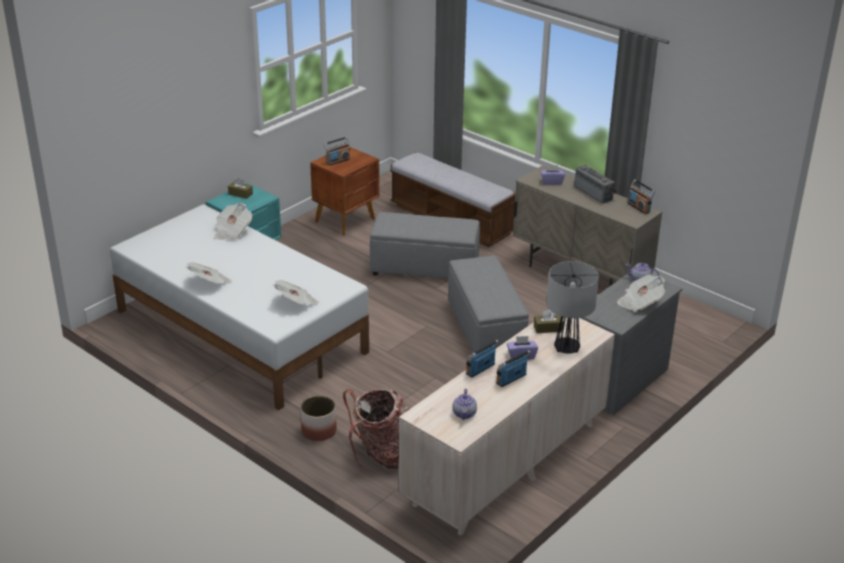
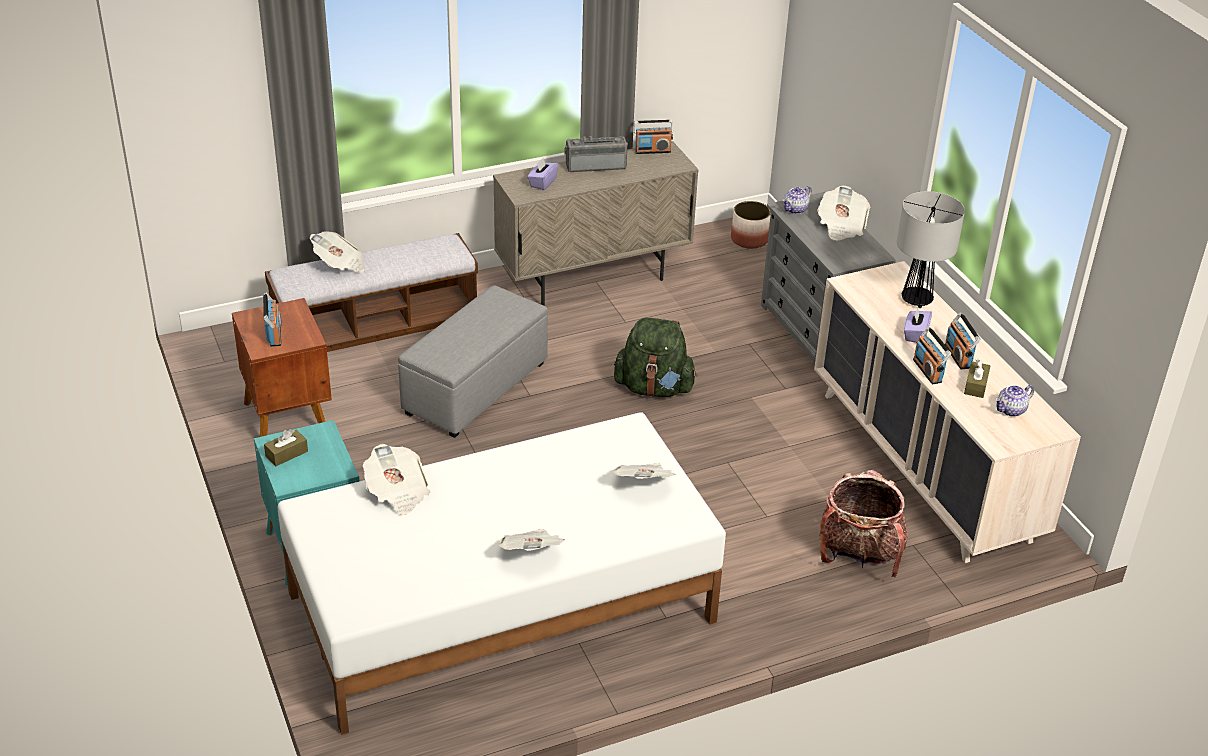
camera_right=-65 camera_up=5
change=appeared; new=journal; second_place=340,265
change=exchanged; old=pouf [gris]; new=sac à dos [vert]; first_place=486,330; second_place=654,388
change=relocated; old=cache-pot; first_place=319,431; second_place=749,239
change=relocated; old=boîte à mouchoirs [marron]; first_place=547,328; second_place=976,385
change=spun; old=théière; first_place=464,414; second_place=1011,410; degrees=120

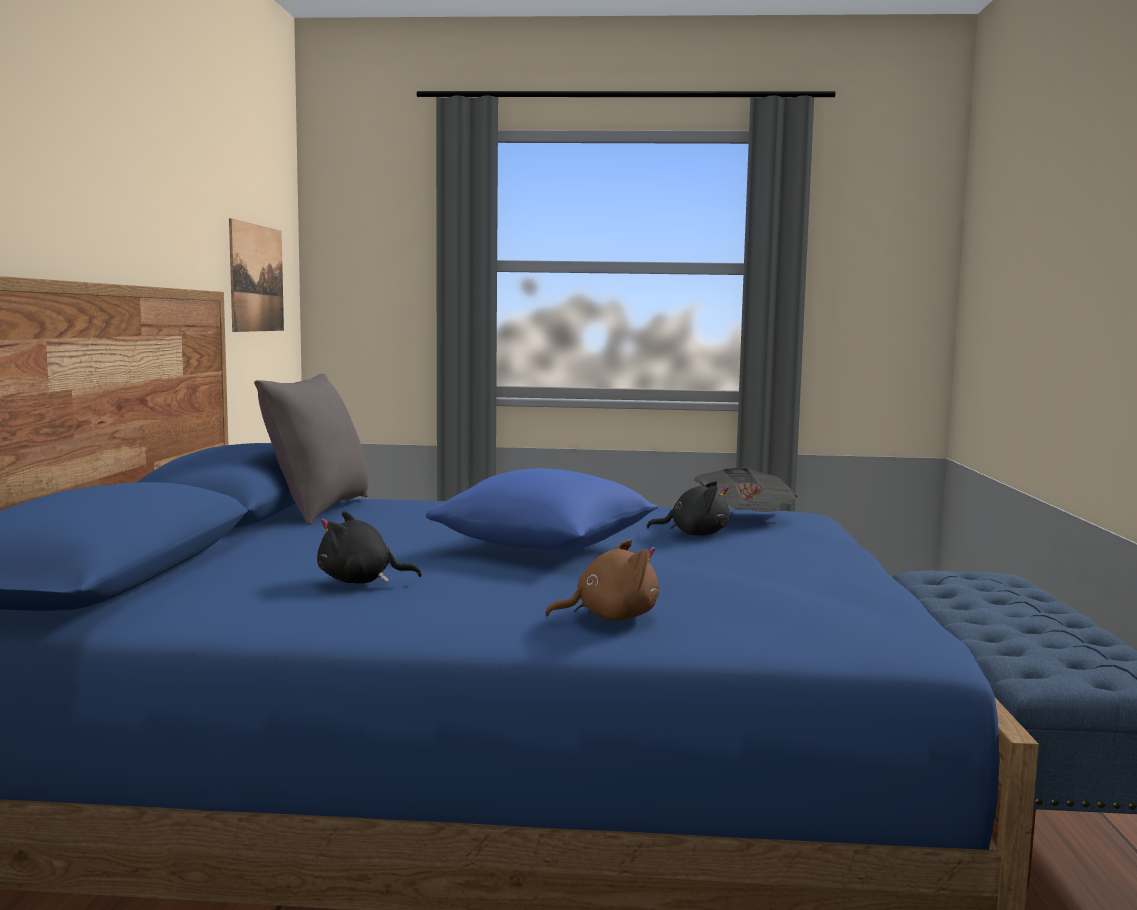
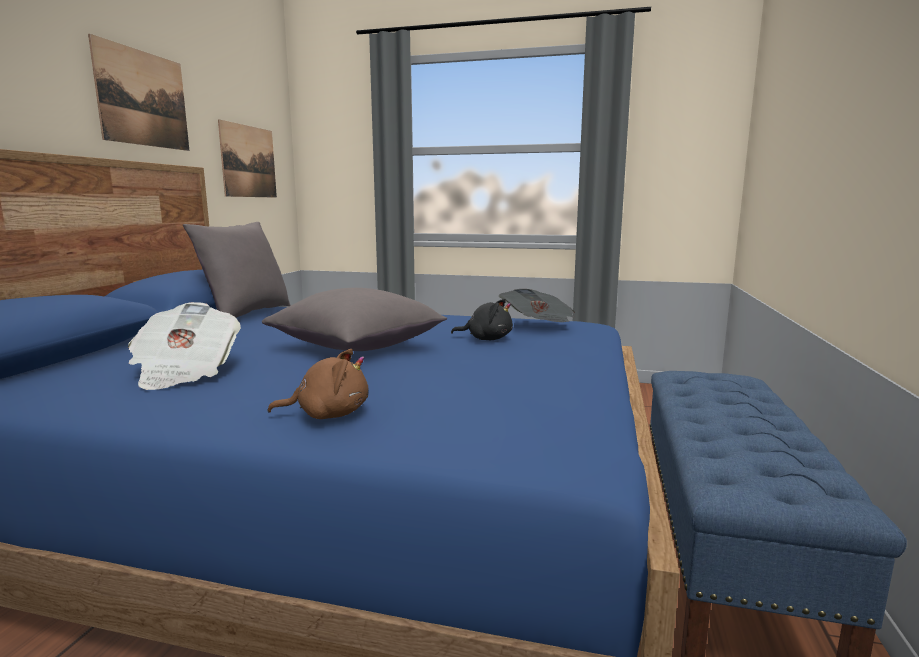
camera_right=10 camera_up=5
change=appeared; new=tableau; second_place=143,98
change=exchanged; old=peluche [noir]; new=journal; first_place=360,581; second_place=185,372
change=colour; old=coussin [bleu]; new=coussin [gris]; first_place=546,548; second_place=358,348

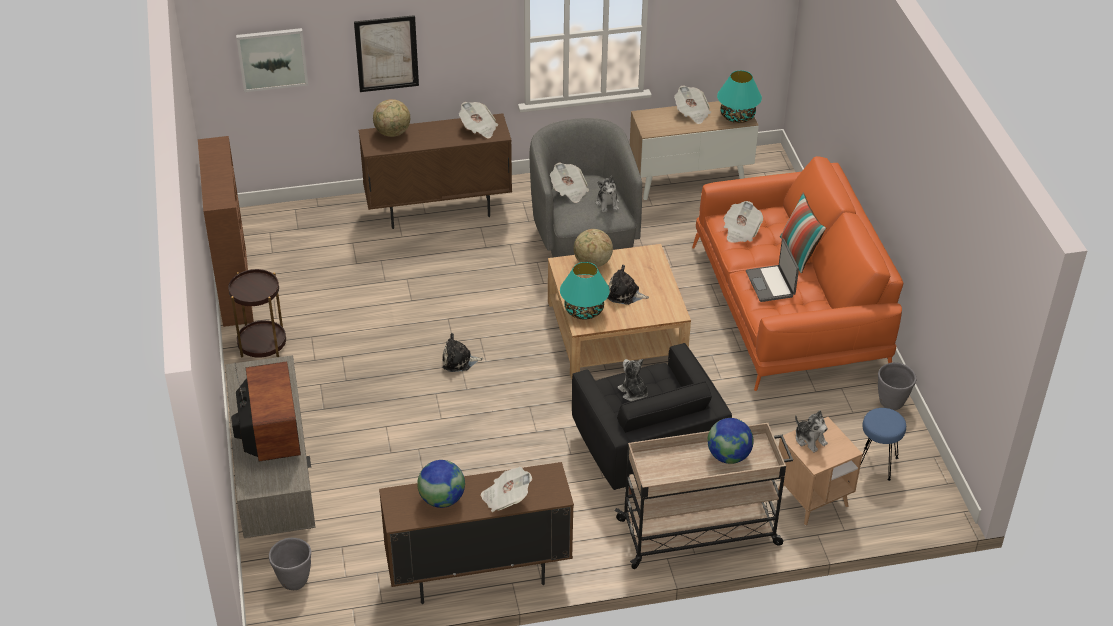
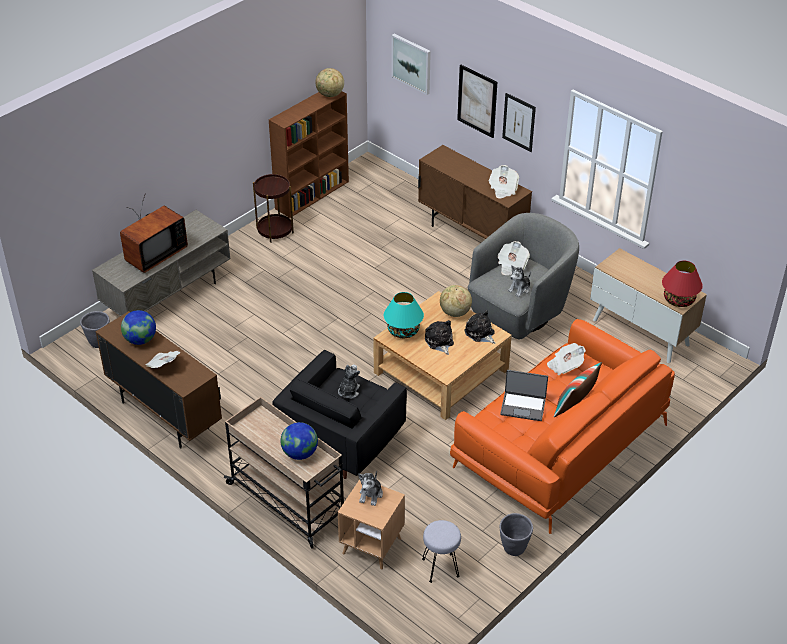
camera_right=55 camera_up=0
change=relocated; old=globe; first_place=392,133; second_place=330,95
change=colour; old=tabouret [bleu]; new=tabouret [gris]; first_place=876,464; second_place=440,567
change=relocated; old=peluche; first_place=459,361; second_place=480,333
change=spun; old=ordinateur portable; first_place=771,284; second_place=523,406; degrees=-120
change=appeared; new=tableau; second_place=519,122
change=colour; old=lampe de table [turquoise]; new=lampe de table [rouge]; first_place=737,116; second_place=679,300
change=missing; old=journal; first_place=692,113

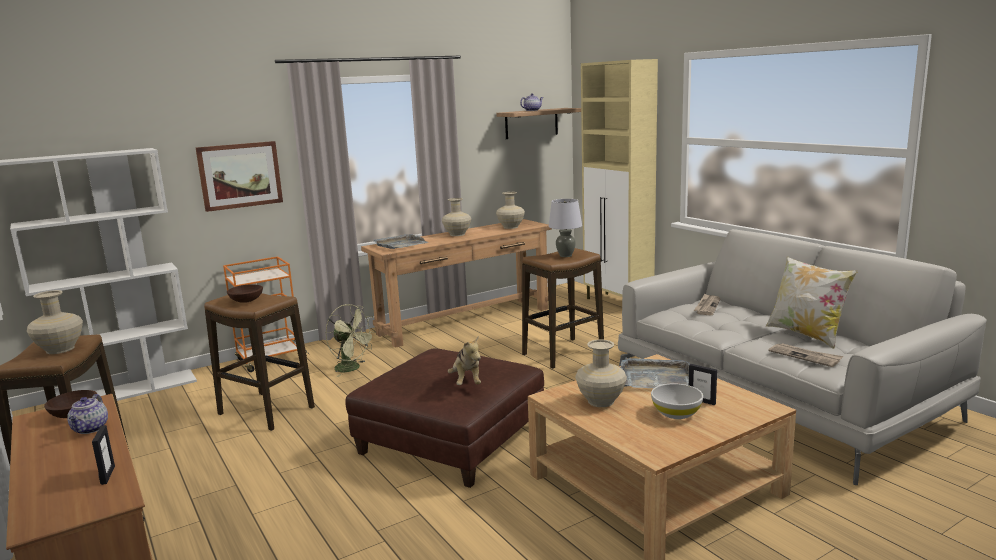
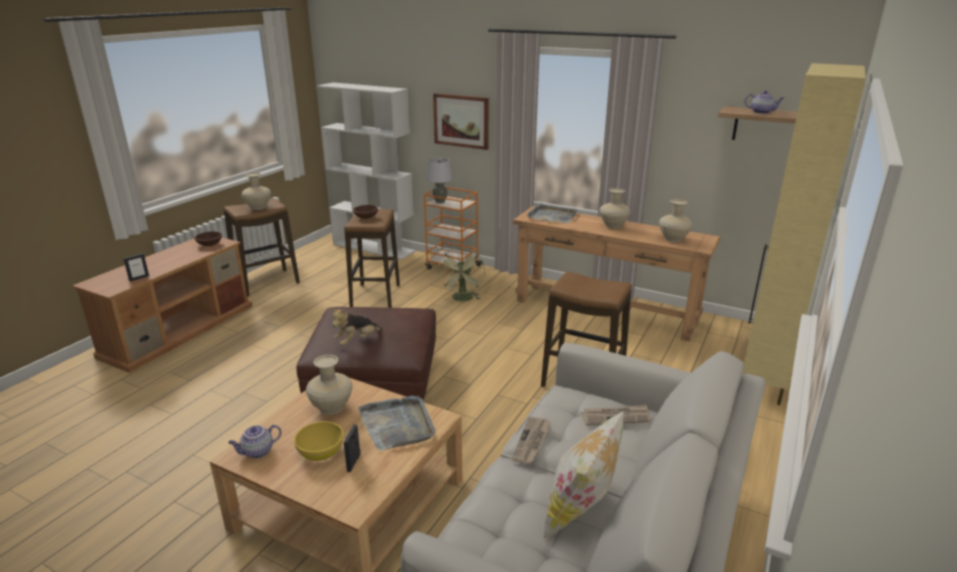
camera_right=60 camera_up=10
change=relocated; old=théière; first_place=90,429; second_place=257,452
change=colour; old=bol [blanc]; new=bol [jaune]; first_place=676,413; second_place=320,452
change=relocated; old=lampe de table [gris]; first_place=566,255; second_place=440,201
change=relocated; old=journal; first_place=805,356; second_place=532,442

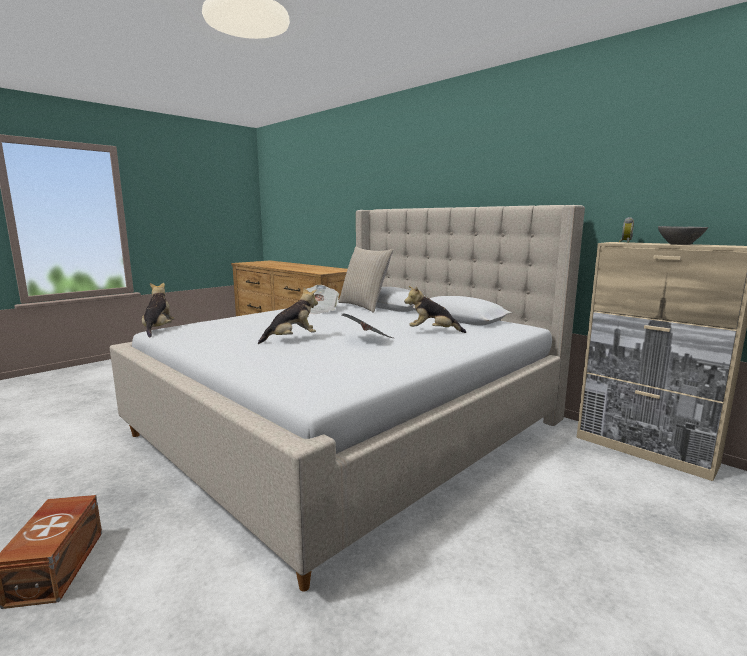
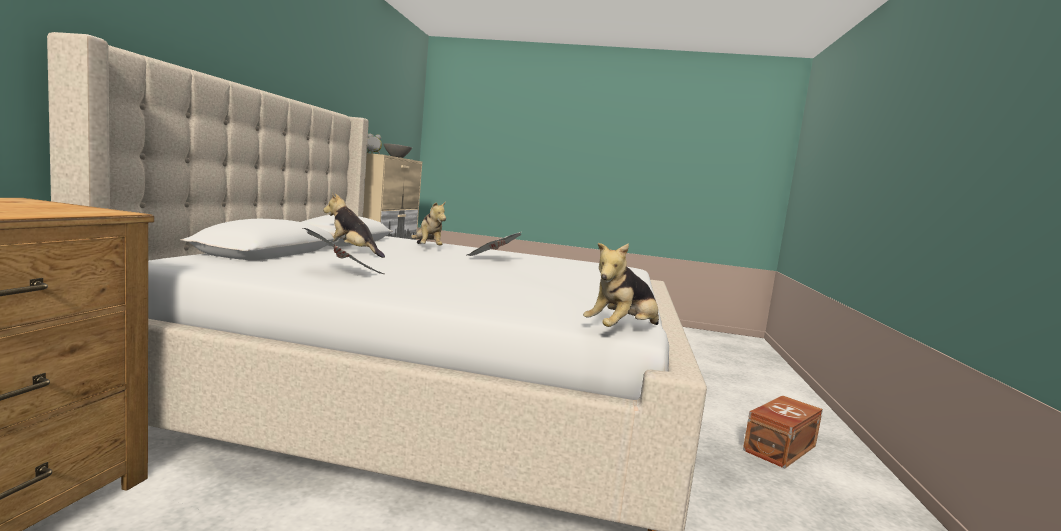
camera_right=-125 camera_up=-5
change=relocated; old=peluche; first_place=292,339; second_place=352,252
change=missing; old=coussin [beige]; first_place=364,306

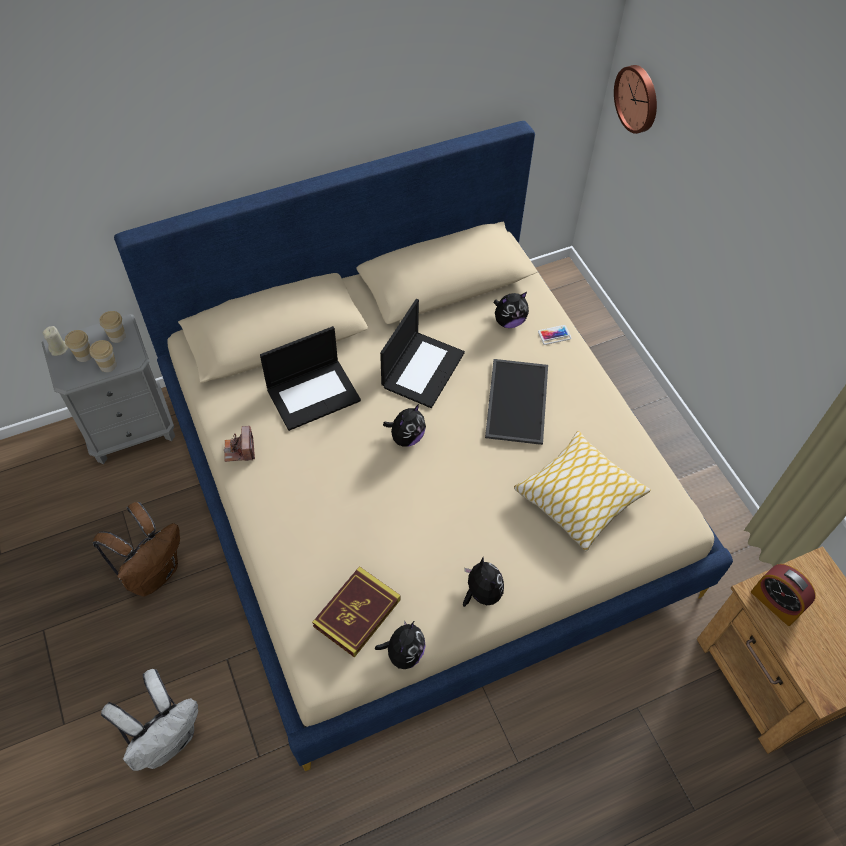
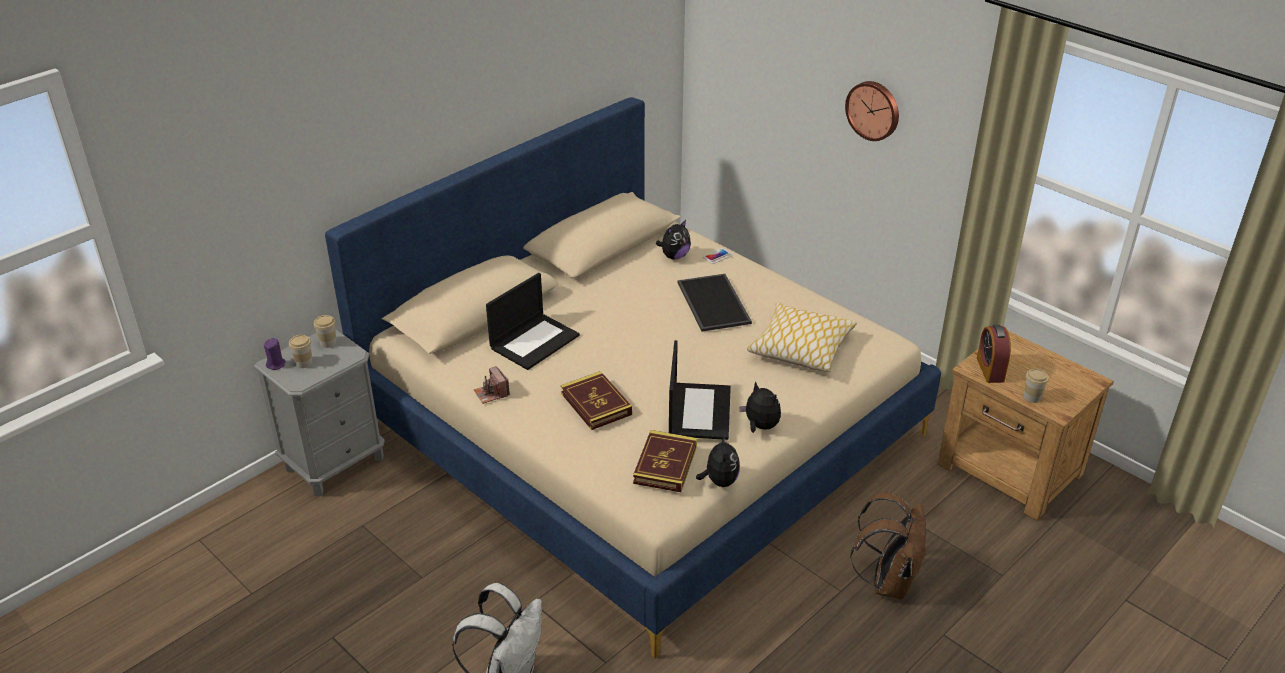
camera_right=-20 camera_up=-20
change=colour; old=bougie [beige]; new=bougie [violet]; first_place=59,349; second_place=276,364
change=appeared; new=livre; second_place=596,404
change=relocated; old=ordinateur portable; first_place=422,368; second_place=699,411
change=relocated; old=horloge murale; first_place=638,98; second_place=873,110
change=relocated; old=sac à dos [marron]; first_place=153,572; second_place=888,581
change=spun; old=réveil; first_place=775,602; second_place=990,369; degrees=60
change=relocated; old=tasse; first_place=108,365; second_place=1032,397
change=missing; old=peluche; first_place=406,437

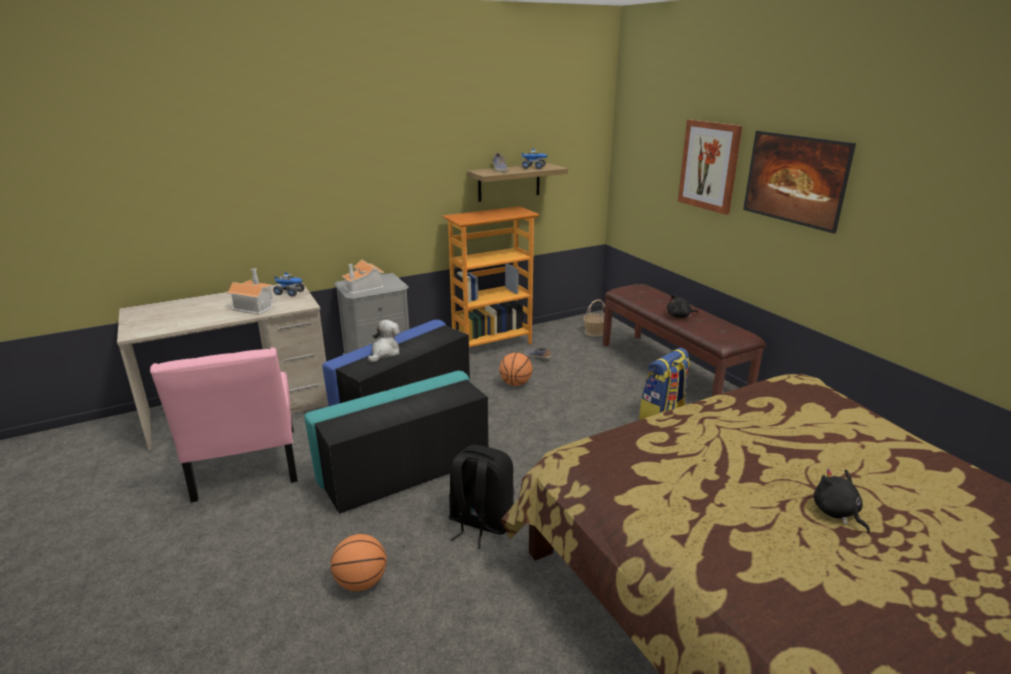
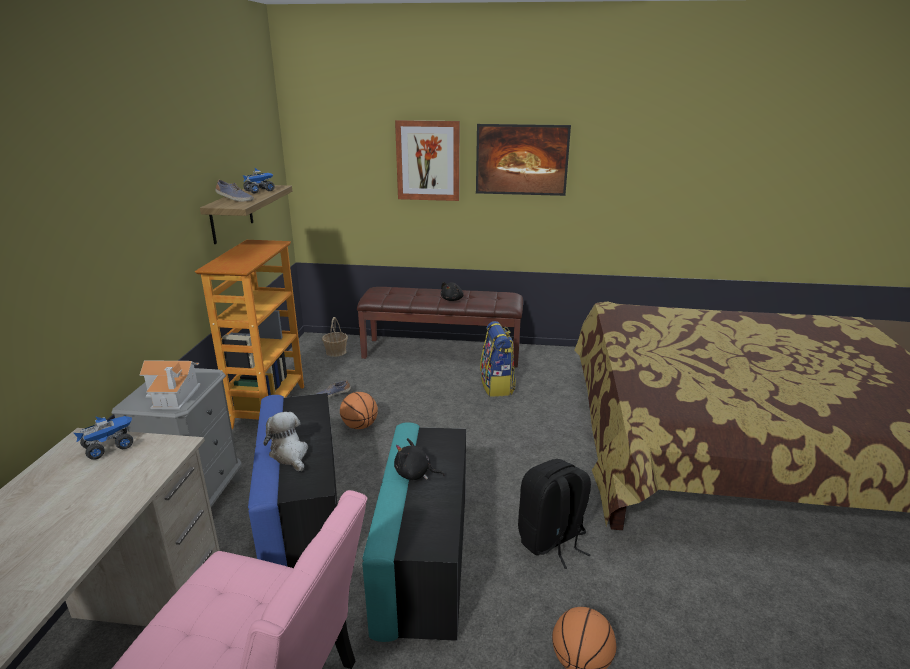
camera_right=-55 camera_up=0
change=relocated; old=peluche [noir]; first_place=837,513; second_place=415,474
change=missing; old=maison miniature; first_place=255,305

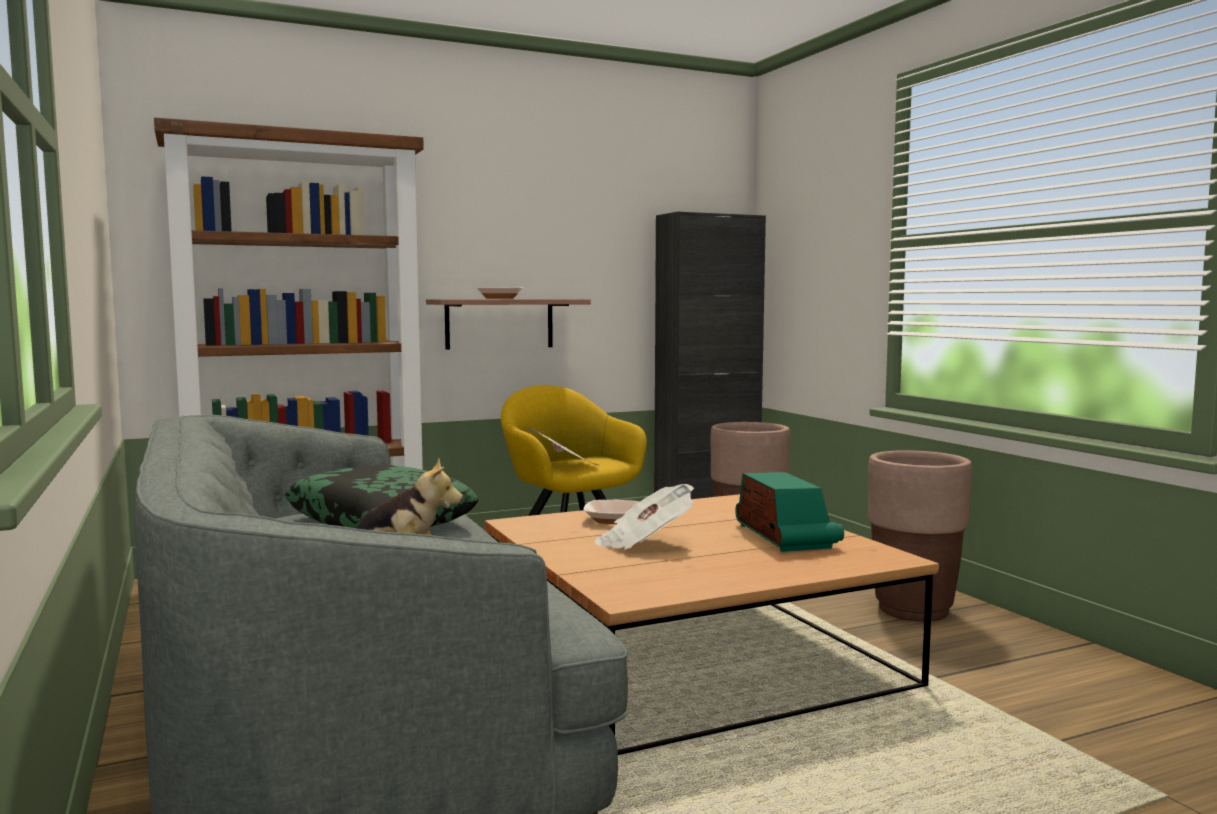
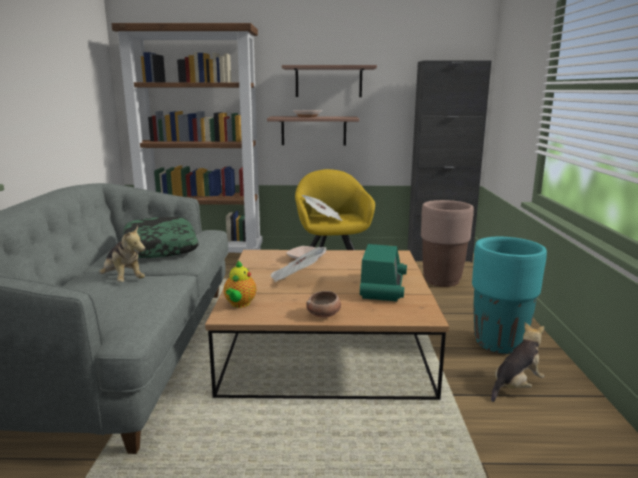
camera_right=25 camera_up=10
change=appeared; new=théière; second_place=239,304
change=appeared; new=étagère; second_place=328,81
change=appeared; new=bol; second_place=324,315
change=colour; old=cache-pot [marron]; new=cache-pot [turquoise]; first_place=914,610; second_place=499,343
change=appeared; new=peluche; second_place=515,386

